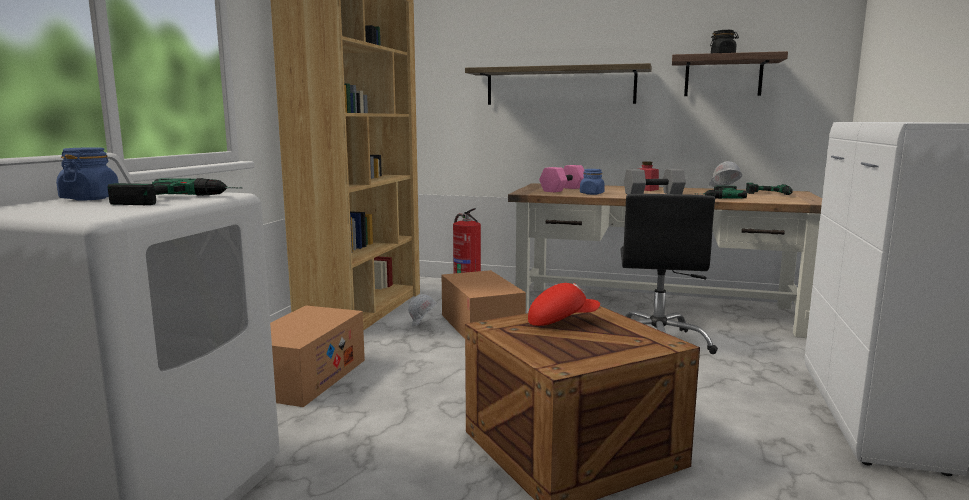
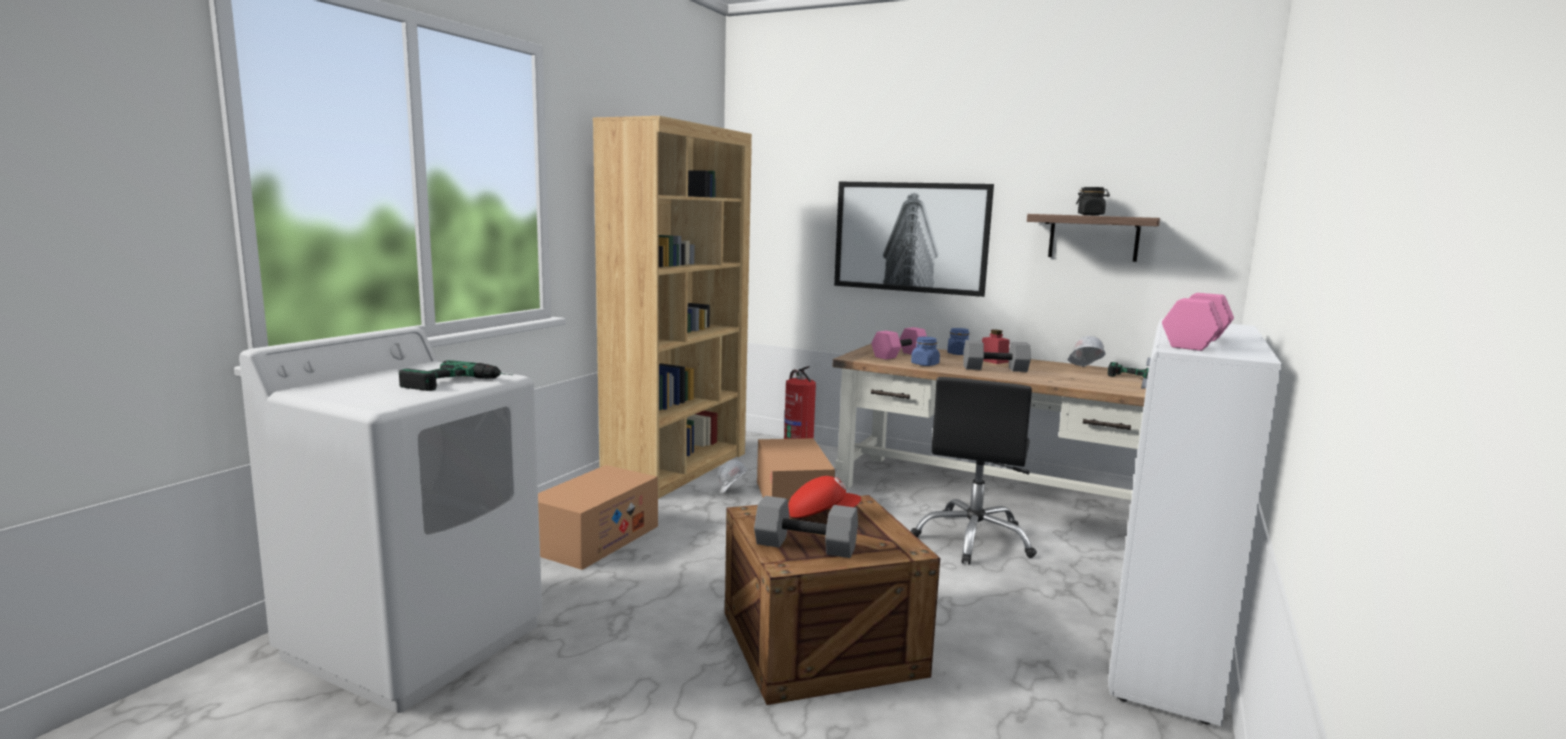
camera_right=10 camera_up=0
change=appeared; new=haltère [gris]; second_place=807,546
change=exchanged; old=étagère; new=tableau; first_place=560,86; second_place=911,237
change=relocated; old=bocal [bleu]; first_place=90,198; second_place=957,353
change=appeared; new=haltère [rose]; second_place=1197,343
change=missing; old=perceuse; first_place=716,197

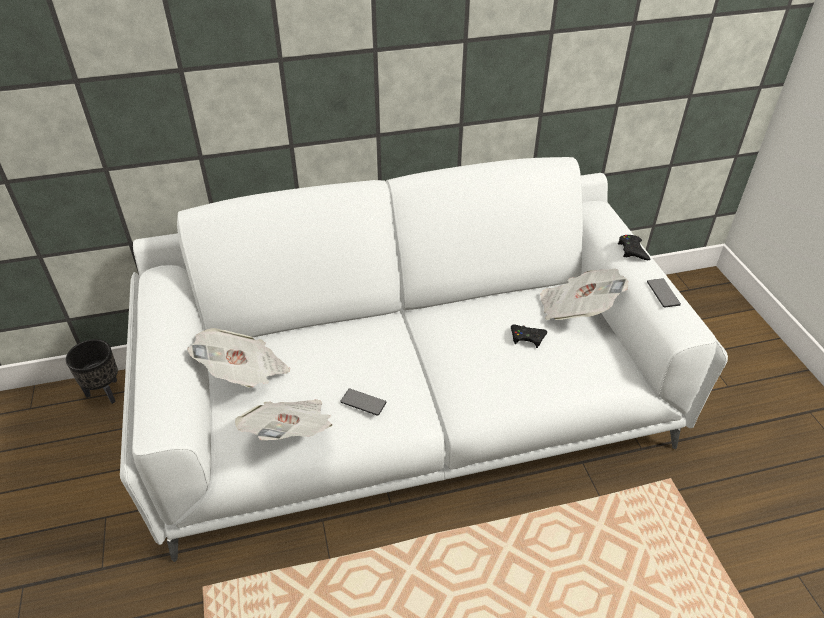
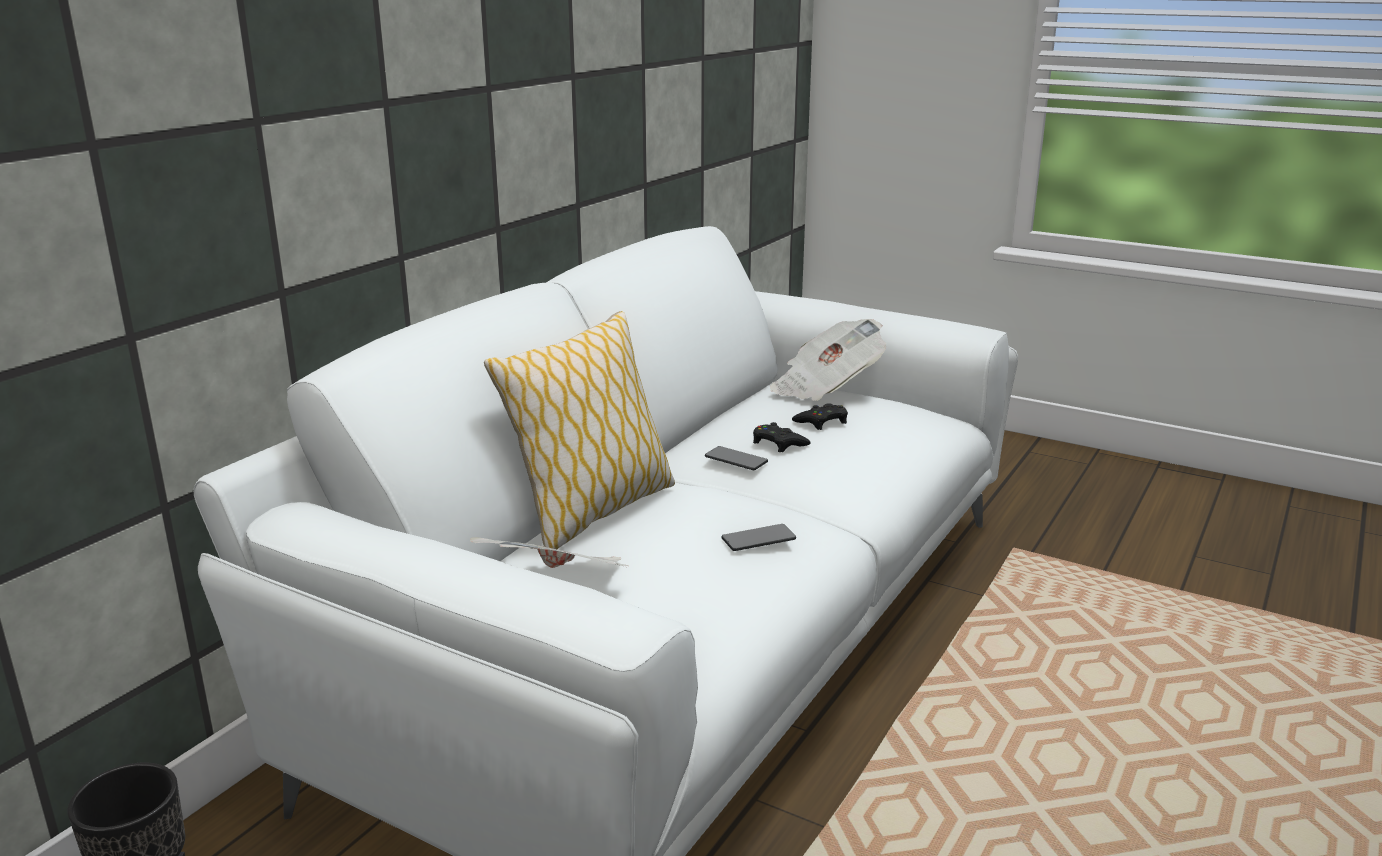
camera_right=-45 camera_up=-20
change=appeared; new=coussin; second_place=592,511
change=relocated; old=téléphone; first_place=663,293; second_place=736,459
change=relocated; old=manette [noir]; first_place=632,250; second_place=778,443
change=missing; old=journal; first_place=291,433

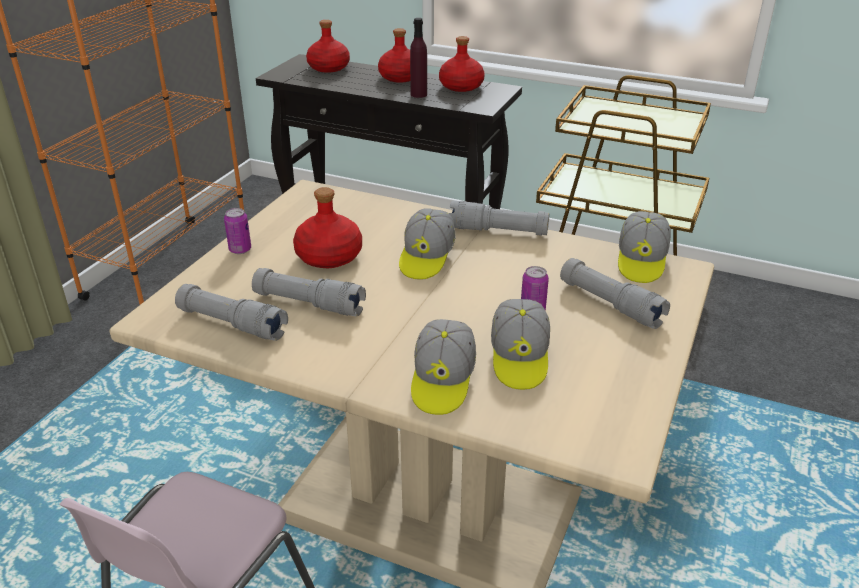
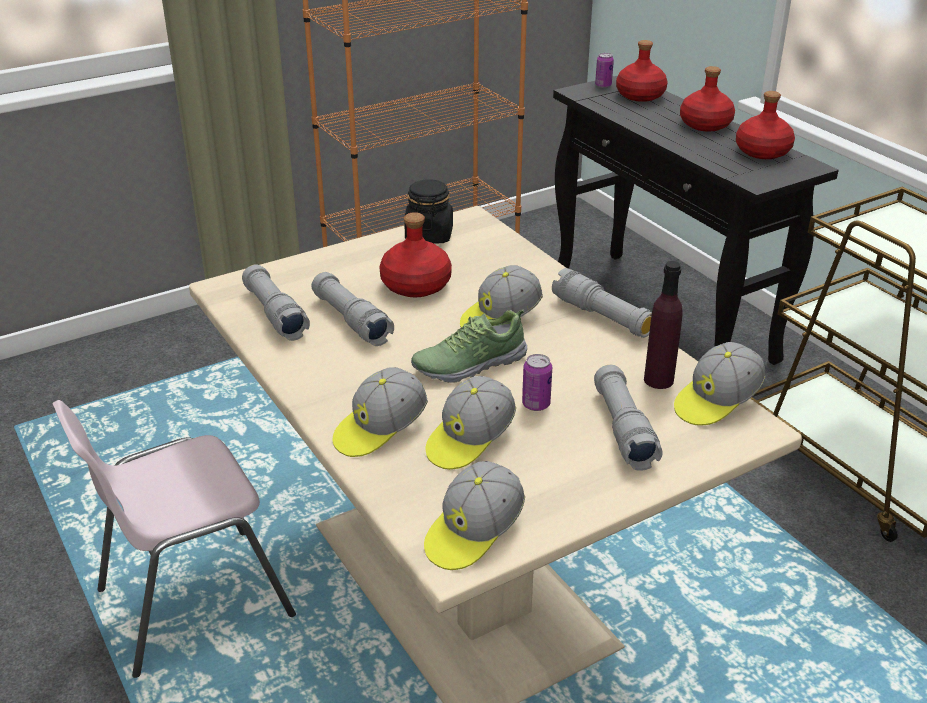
camera_right=35 camera_up=0
change=appeared; new=bocal [noir]; second_place=429,235
change=appeared; new=chaussure; second_place=469,364
change=appeared; new=casquette; second_place=473,532
change=relocated; old=boîte métallique; first_place=240,249; second_place=603,85
change=relocated; old=bouteille [violet]; first_place=418,94; second_place=658,380

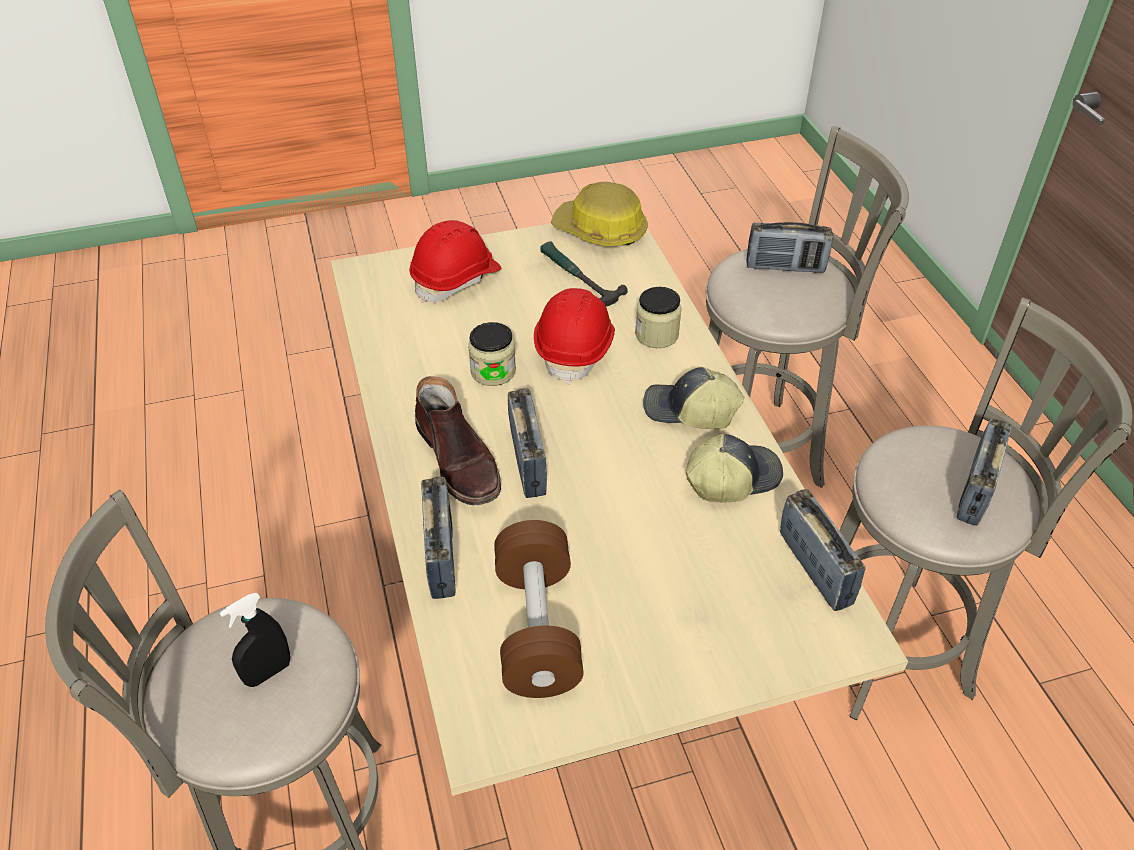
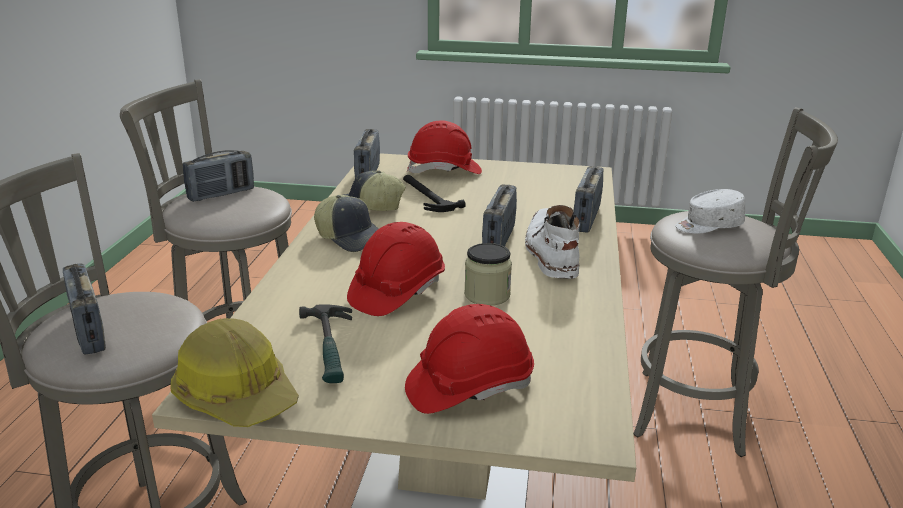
camera_right=-155 camera_up=-20
change=spun; old=radio; first_place=785,267; second_place=88,332; degrees=-150
change=appeared; new=marteau; second_place=426,196
change=appeared; new=casque de chantier [rouge]; second_place=444,171
change=colour; old=botte [marron]; new=botte [blanc]; first_place=459,460; second_place=551,253
change=exchanged; old=vaporisateur [noir]; new=casquette [blanc]; first_place=268,673; second_place=708,226
change=missing; old=haltère [marron]; first_place=537,628
change=missing; old=bocal; first_place=656,335

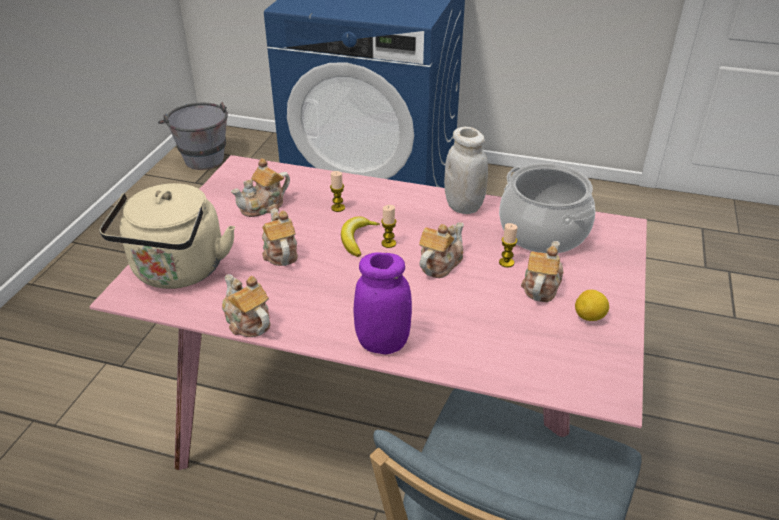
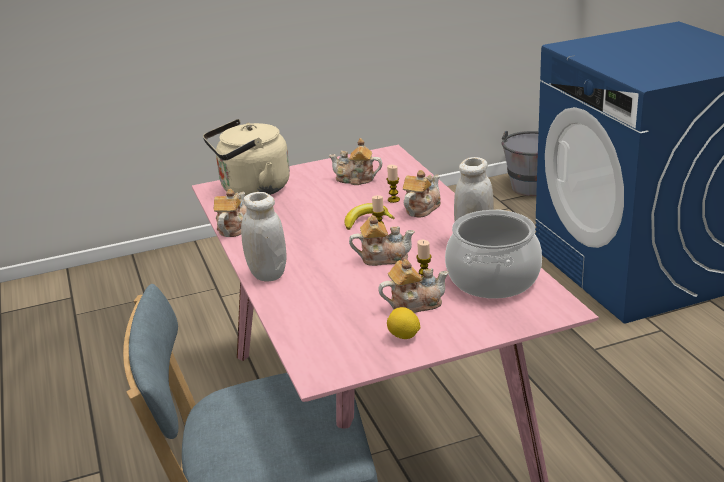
camera_right=55 camera_up=-10
change=colour; old=bocal [violet]; new=bocal [blanc]; first_place=382,343; second_place=267,274
change=relocated; old=théière; first_place=280,252; second_place=421,209

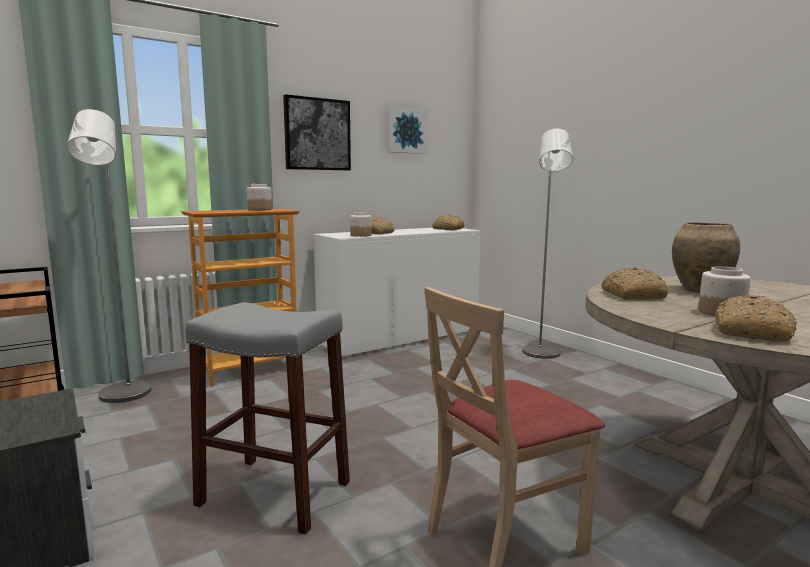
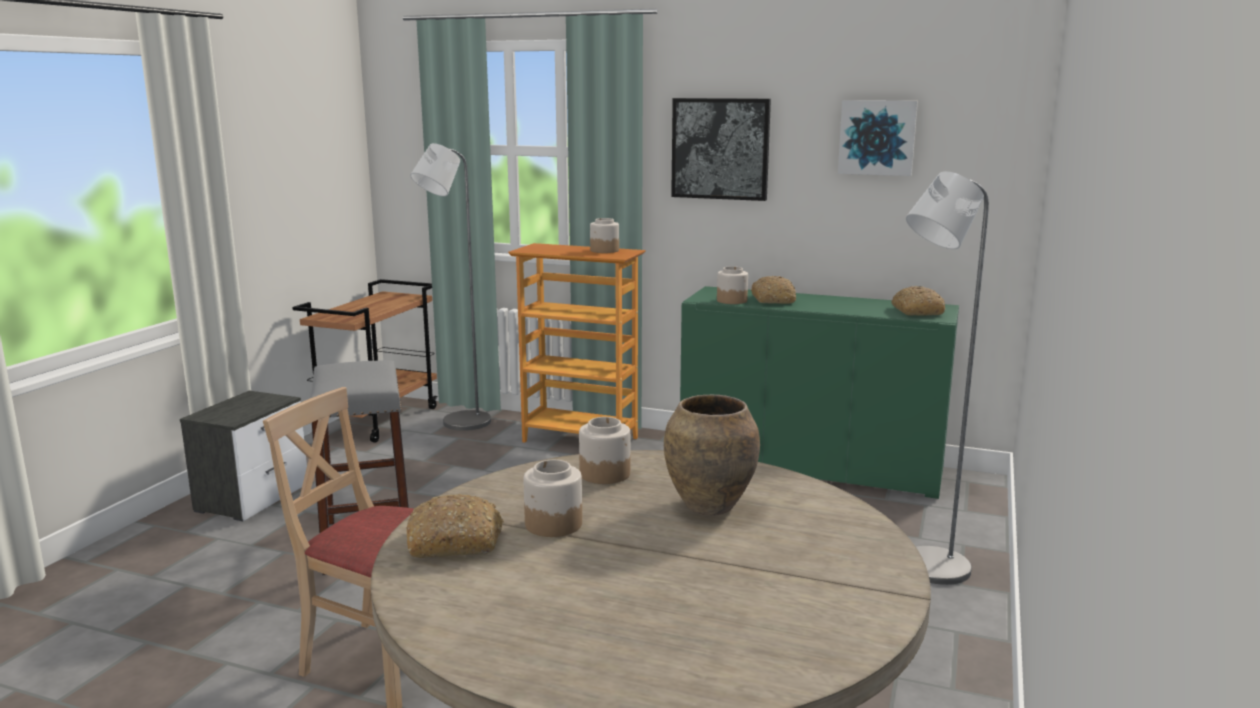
camera_right=55 camera_up=5
change=exchanged; old=pain; new=bocal; first_place=631,295; second_place=605,474
change=colour; old=meuble de rangement [blanc]; new=meuble de rangement [vert]; first_place=400,338; second_place=810,466

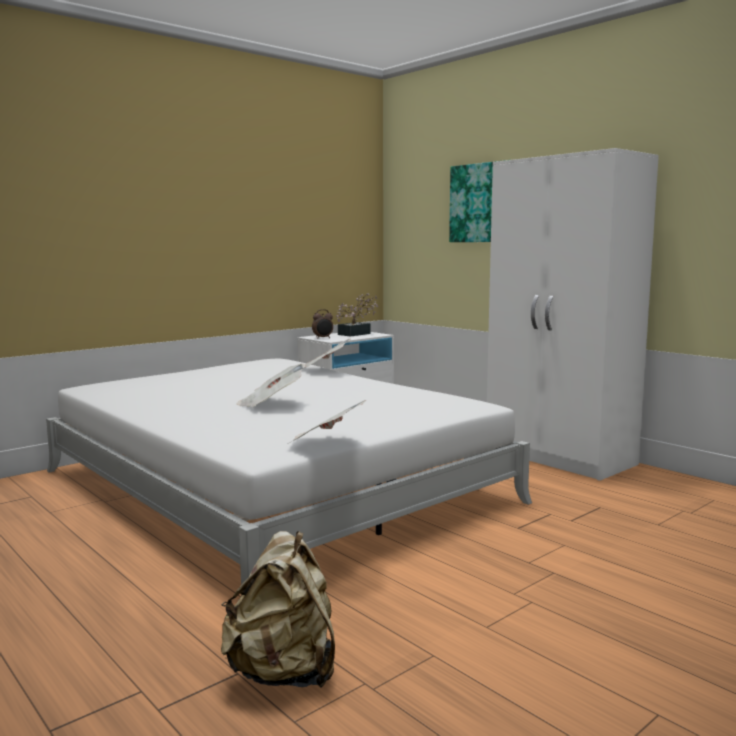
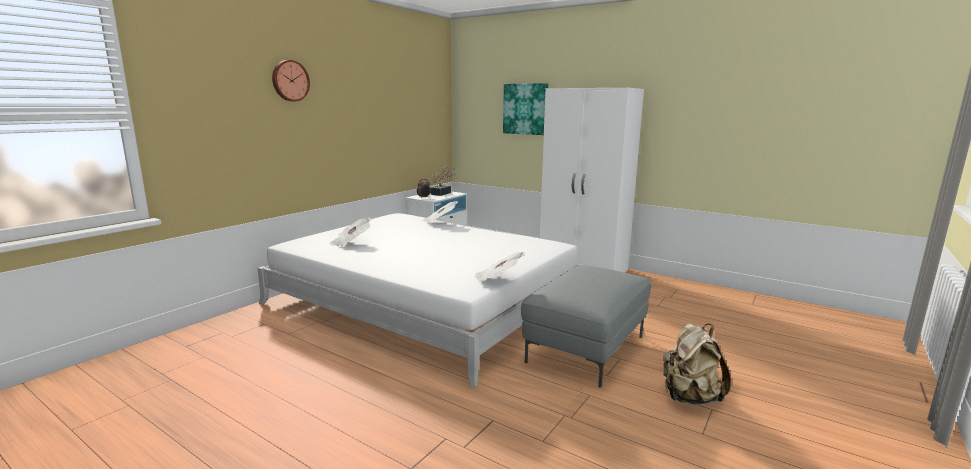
camera_right=-15 camera_up=5
change=appeared; new=horloge murale; second_place=290,80
change=relocated; old=journal; first_place=271,404; second_place=351,243
change=appeared; new=pouf [gris]; second_place=585,348
change=relocated; old=sac à dos [beige]; first_place=284,672; second_place=689,397

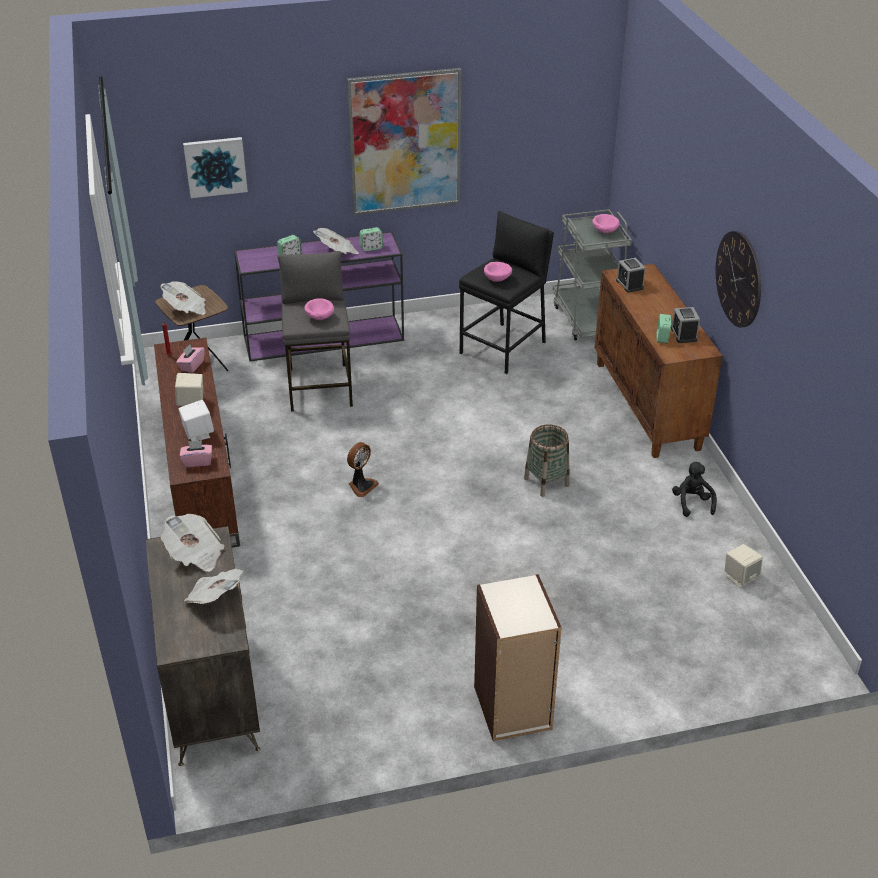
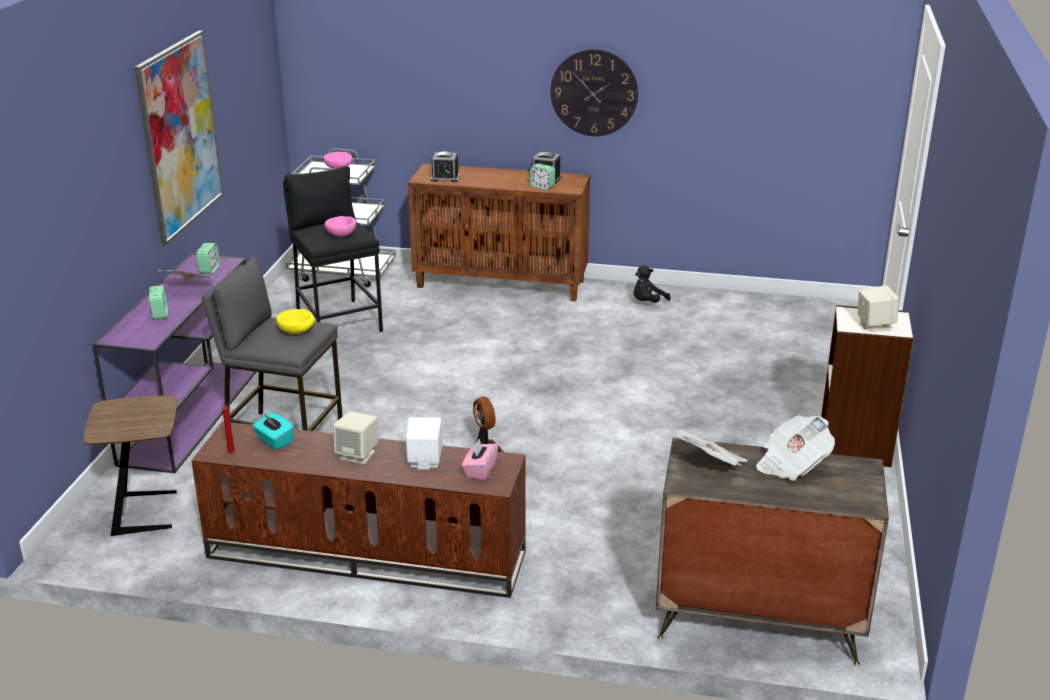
camera_right=-65 camera_up=-10
change=colour; old=boîte à mouchoirs [rose]; new=boîte à mouchoirs [turquoise]; first_place=191,365; second_place=274,441
change=colour; old=bol [rose]; new=bol [jaune]; first_place=319,318; second_place=297,332
change=spun; old=peluche [noir]; first_place=692,503; second_place=647,303; degrees=-60
change=relocated; old=enceinte [beige]; first_place=740,577; second_place=874,325
change=missing; old=journal; first_place=186,308
change=missing; old=tableau; first_place=215,166
change=missing; old=panier; first_place=546,482

